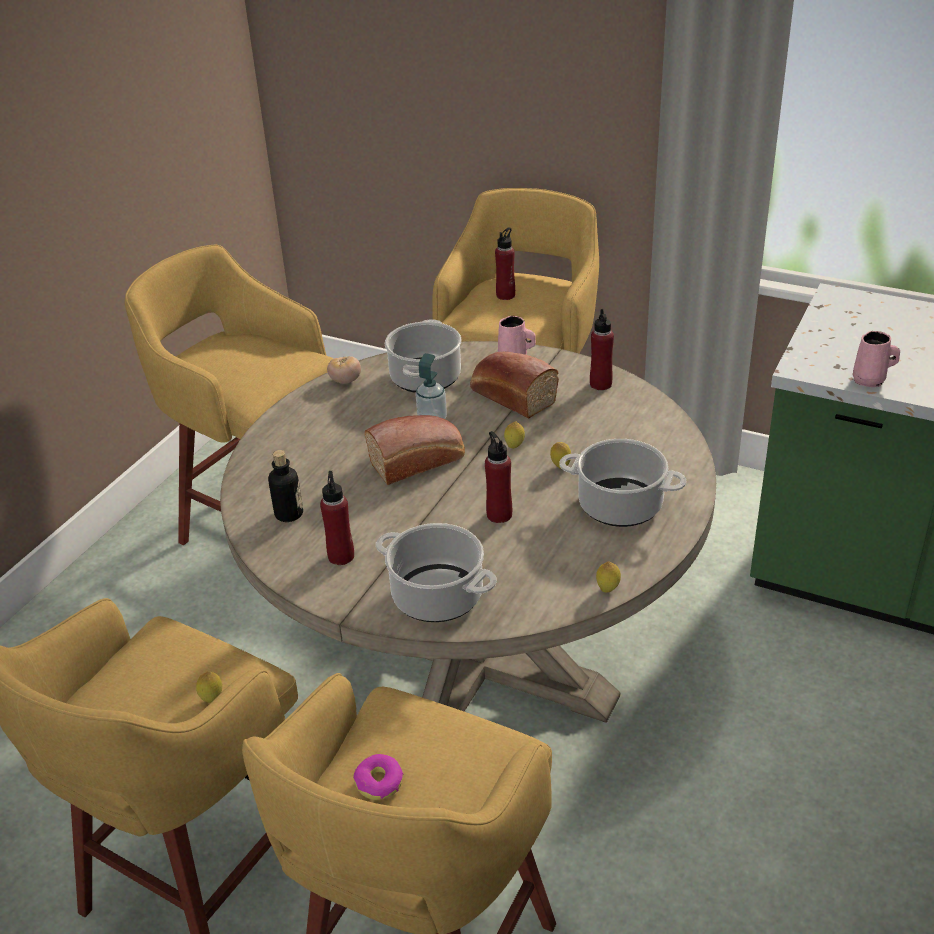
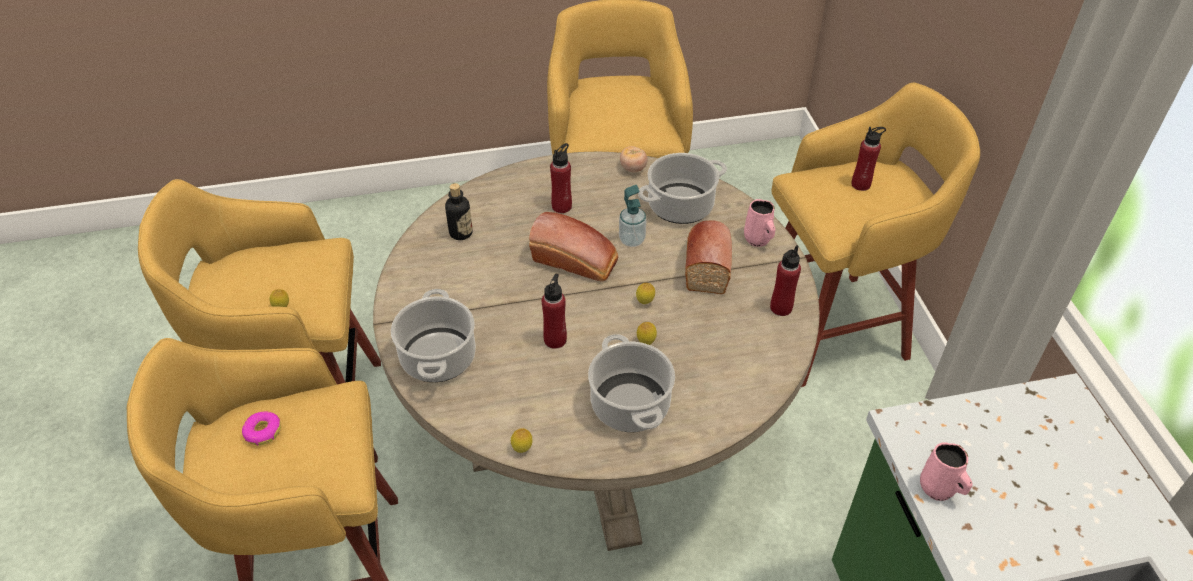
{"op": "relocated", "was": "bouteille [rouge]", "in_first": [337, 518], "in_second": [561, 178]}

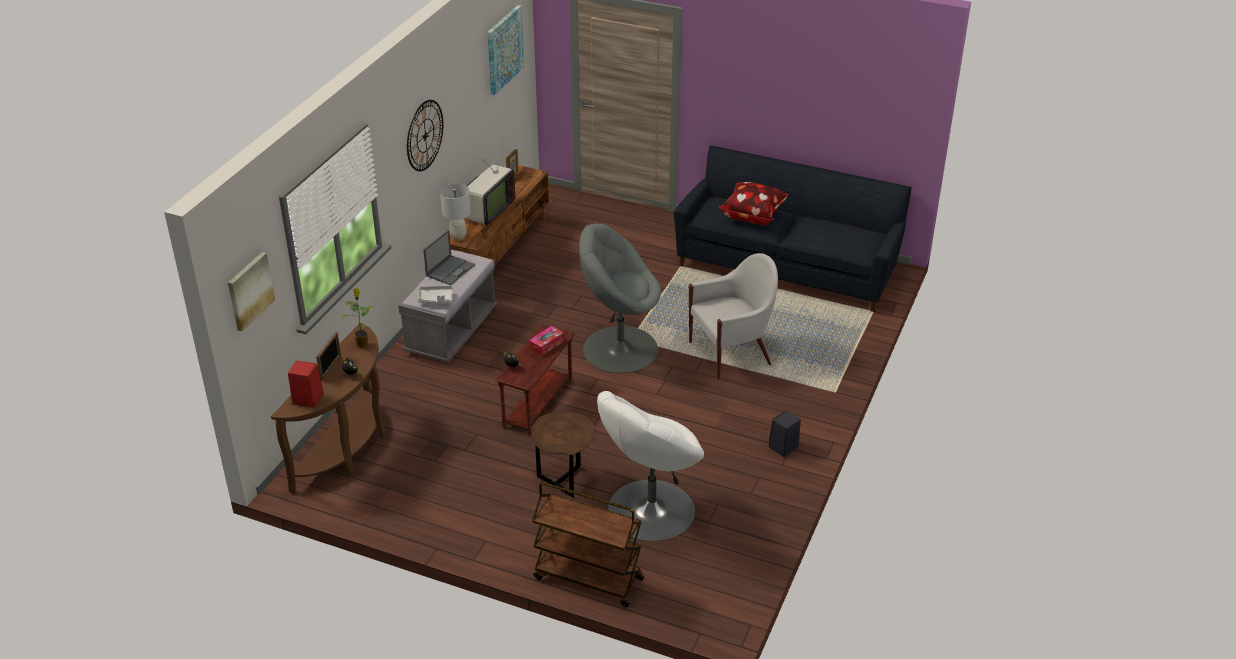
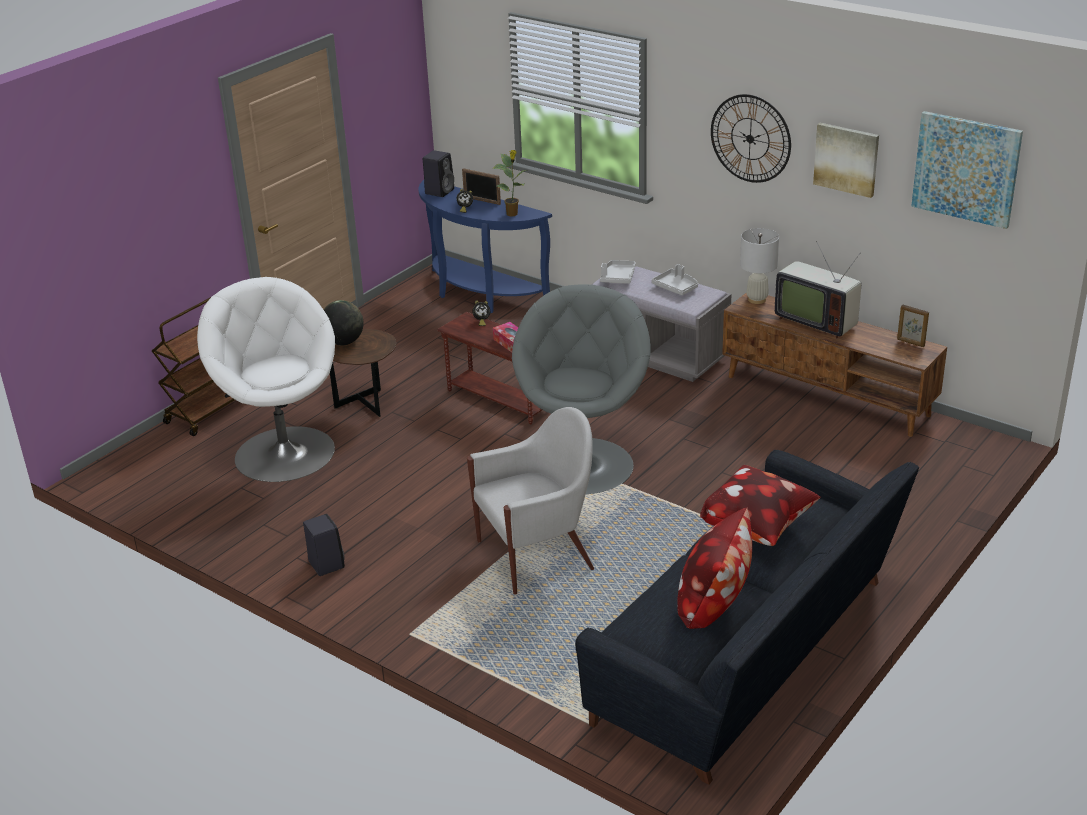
{"op": "exchanged", "was": "ordinateur portable", "now": "plateau [gris]", "in_first": [449, 257], "in_second": [675, 279]}
{"op": "relocated", "was": "tableau", "in_first": [251, 291], "in_second": [846, 160]}
{"op": "spun", "was": "fauteuil [blanc]", "in_first": [733, 316], "in_second": [530, 501], "clockwise": -105}
{"op": "colour", "was": "table console [marron]", "now": "table console [bleu]", "in_first": [328, 408], "in_second": [485, 246]}
{"op": "colour", "was": "enceinte [rouge]", "now": "enceinte [noir]", "in_first": [305, 384], "in_second": [438, 173]}
{"op": "appeared", "now": "globe", "in_second": [344, 322]}
{"op": "appeared", "now": "coussin", "in_second": [714, 568]}

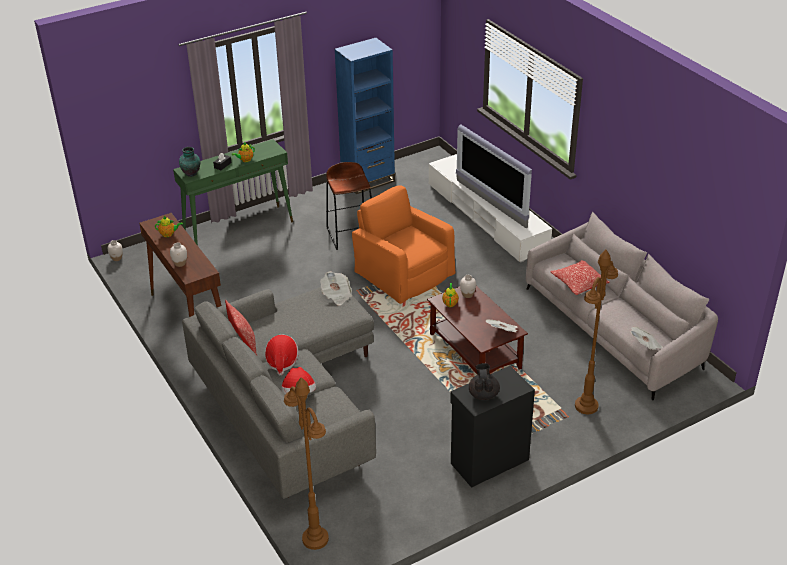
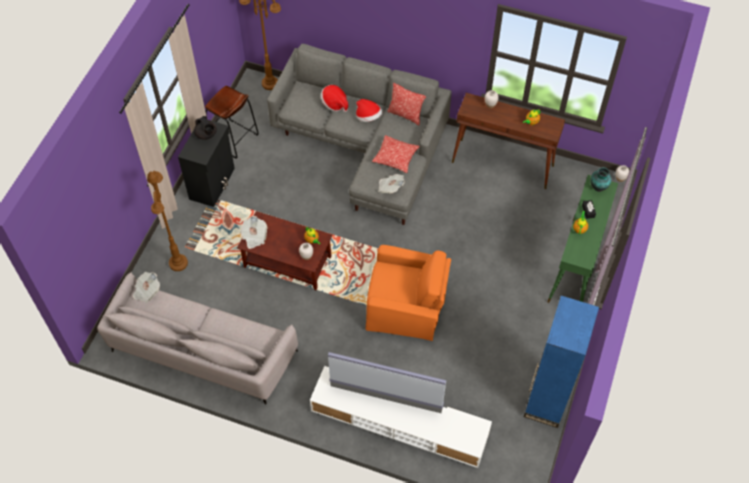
{"op": "relocated", "was": "tabouret [marron]", "in_first": [349, 206], "in_second": [232, 122]}
{"op": "relocated", "was": "coussin", "in_first": [580, 277], "in_second": [395, 154]}

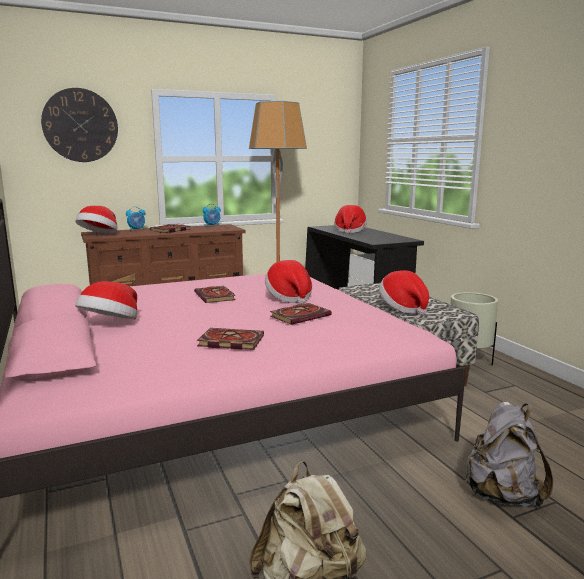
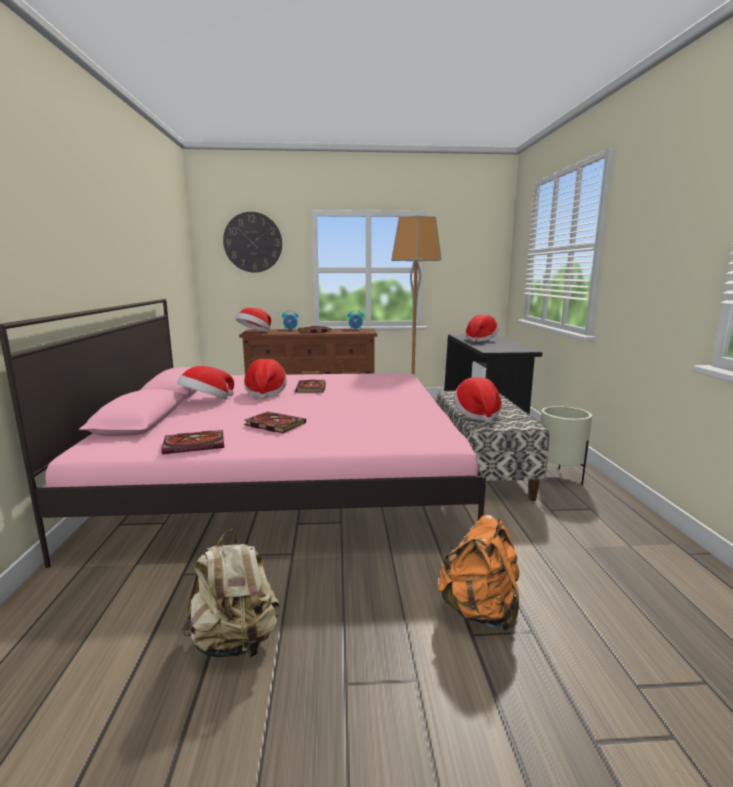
{"op": "relocated", "was": "chapeau", "in_first": [288, 282], "in_second": [265, 379]}
{"op": "relocated", "was": "livre", "in_first": [301, 314], "in_second": [192, 442]}
{"op": "colour", "was": "sac à dos [gris]", "now": "sac à dos [orange]", "in_first": [509, 454], "in_second": [478, 573]}

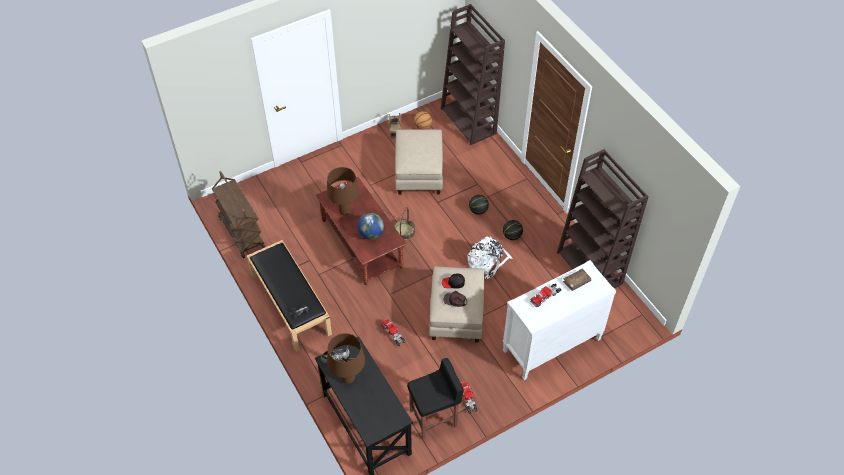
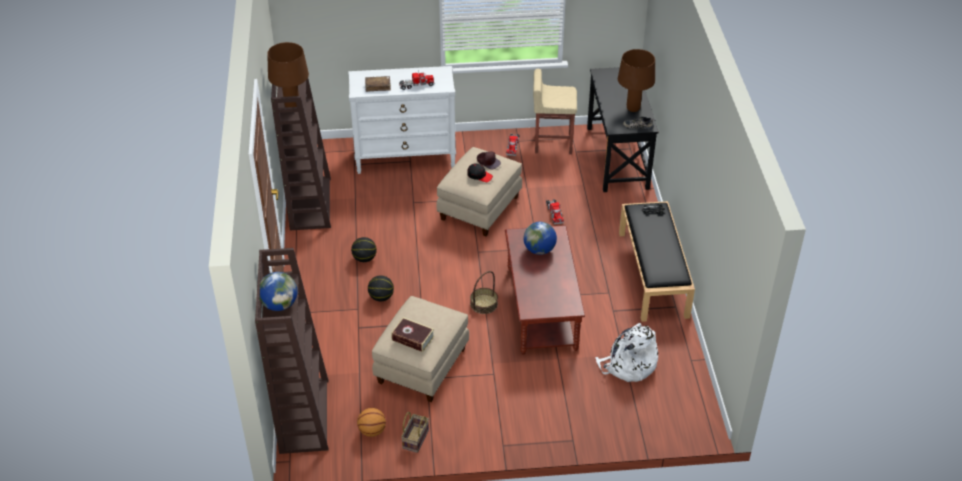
{"op": "relocated", "was": "lampe de table [marron]", "in_first": [343, 191], "in_second": [288, 74]}
{"op": "missing", "was": "chariot [marron]", "in_first": [238, 214]}
{"op": "relocated", "was": "sac à dos [blanc]", "in_first": [489, 257], "in_second": [626, 352]}
{"op": "colour", "was": "tabouret [noir]", "now": "tabouret [beige]", "in_first": [435, 398], "in_second": [555, 112]}
{"op": "appeared", "now": "globe", "in_second": [278, 291]}
{"op": "appeared", "now": "livre", "in_second": [413, 334]}

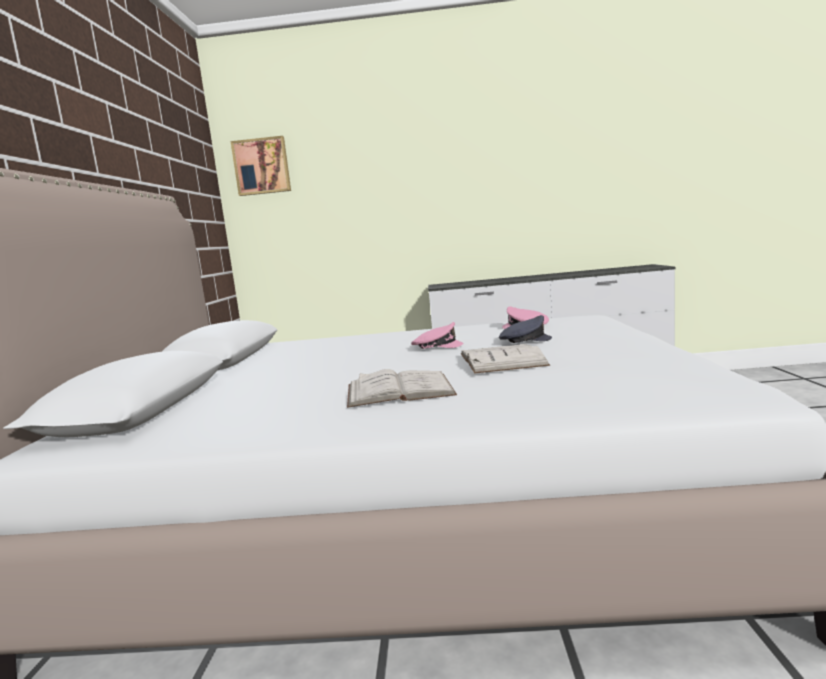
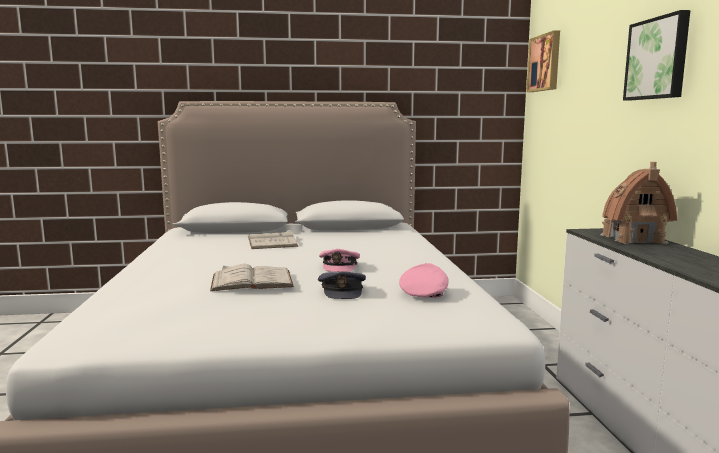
{"op": "relocated", "was": "livre [blanc]", "in_first": [402, 388], "in_second": [273, 239]}
{"op": "appeared", "now": "tableau", "in_second": [656, 55]}
{"op": "appeared", "now": "maison miniature", "in_second": [639, 203]}

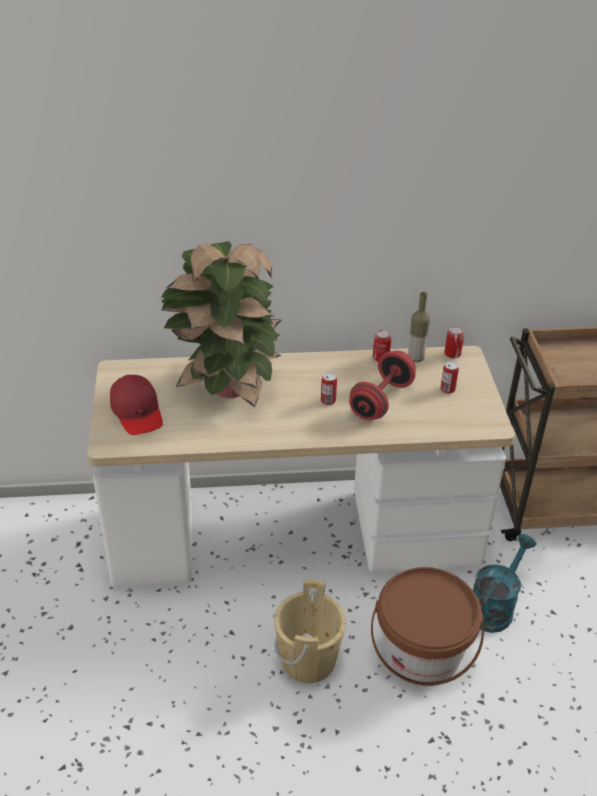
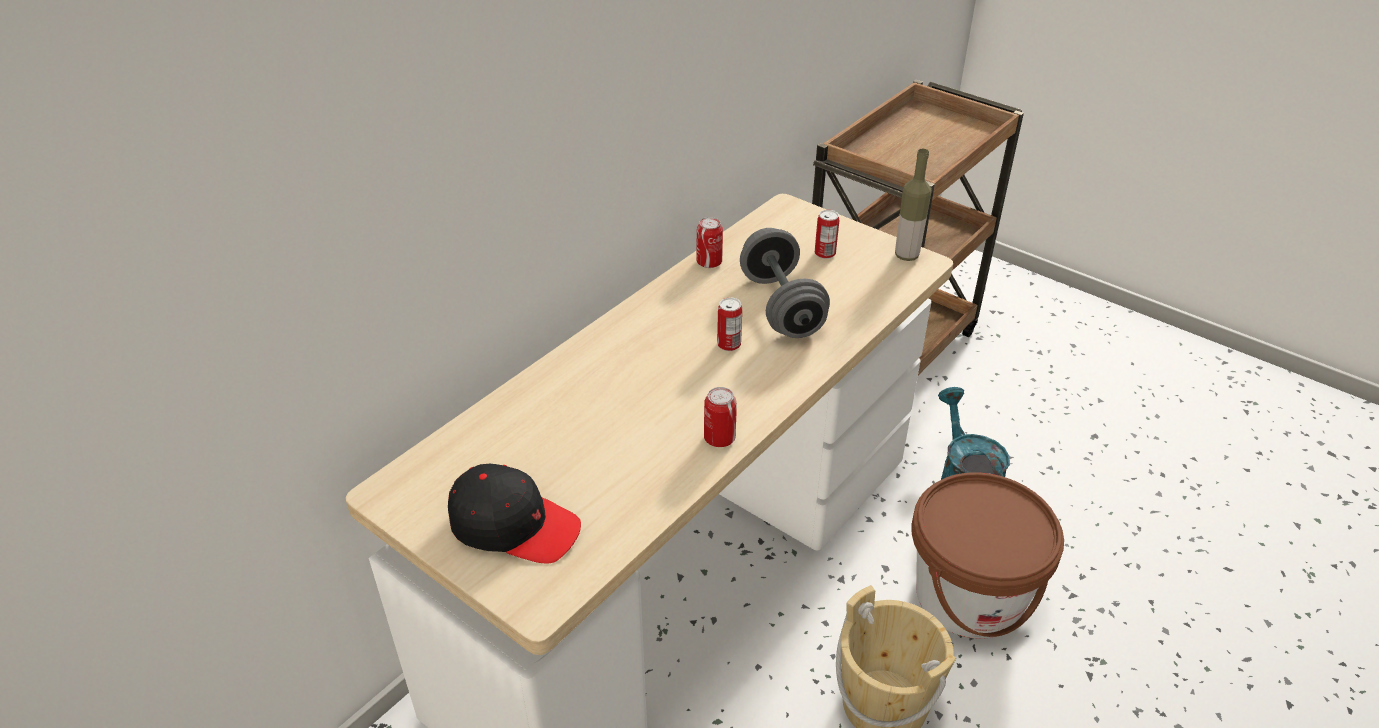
{"op": "missing", "was": "plante en pot", "in_first": [221, 324]}
{"op": "relocated", "was": "bouteille", "in_first": [419, 327], "in_second": [913, 205]}
{"op": "relocated", "was": "boîte métallique", "in_first": [454, 342], "in_second": [720, 417]}
{"op": "colour", "was": "haltère [rouge]", "now": "haltère [gris]", "in_first": [382, 385], "in_second": [785, 283]}
{"op": "colour", "was": "casquette [rouge]", "now": "casquette [noir]", "in_first": [136, 405], "in_second": [514, 514]}

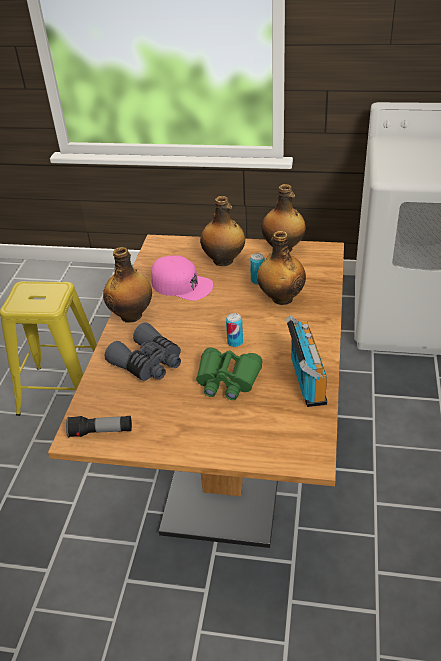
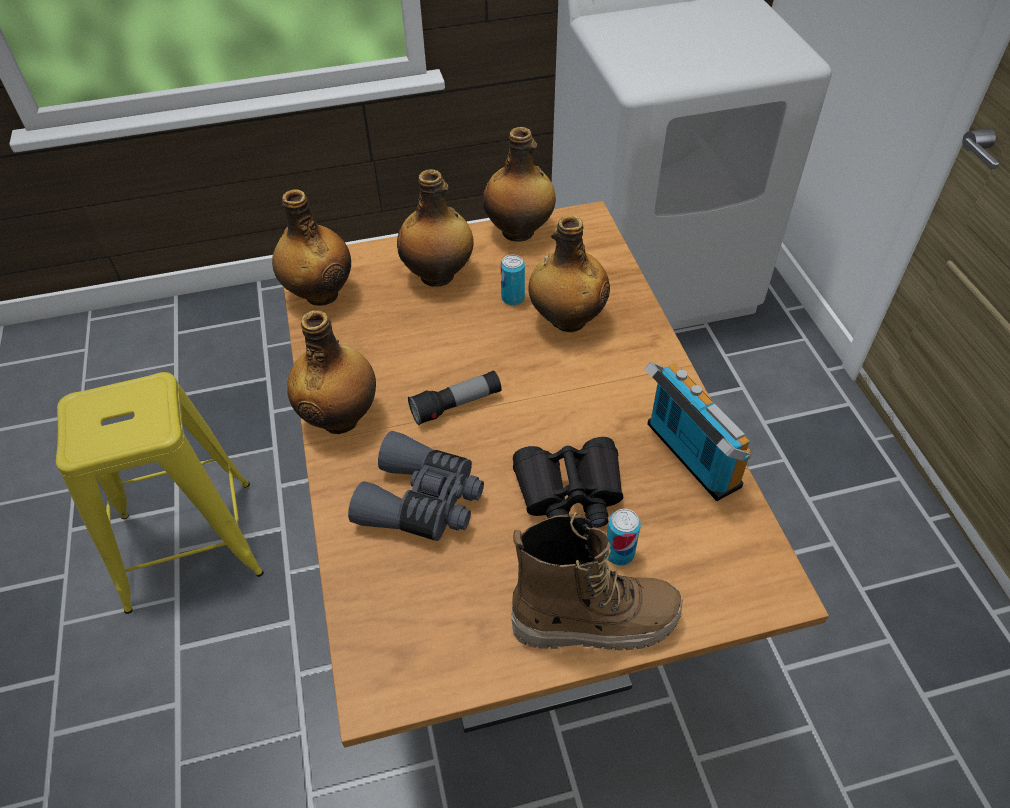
{"op": "missing", "was": "casquette [rose]", "in_first": [182, 278]}
{"op": "relocated", "was": "boîte métallique", "in_first": [234, 330], "in_second": [623, 537]}
{"op": "colour", "was": "jumelles [vert]", "now": "jumelles [noir]", "in_first": [229, 374], "in_second": [568, 482]}
{"op": "relocated", "was": "lampe de poche", "in_first": [99, 427], "in_second": [455, 397]}
{"op": "appeared", "now": "bouteille", "in_second": [311, 247]}
{"op": "appeared", "now": "botte", "in_second": [597, 581]}

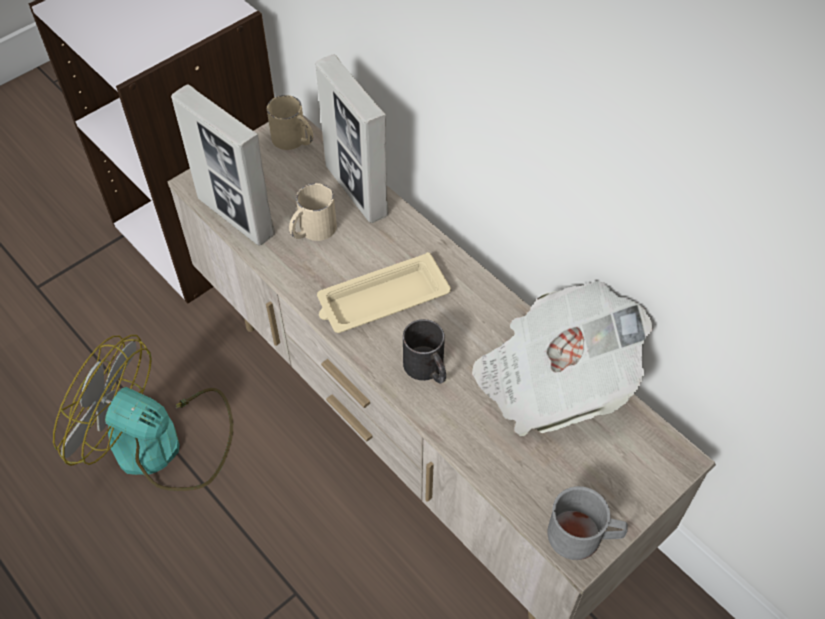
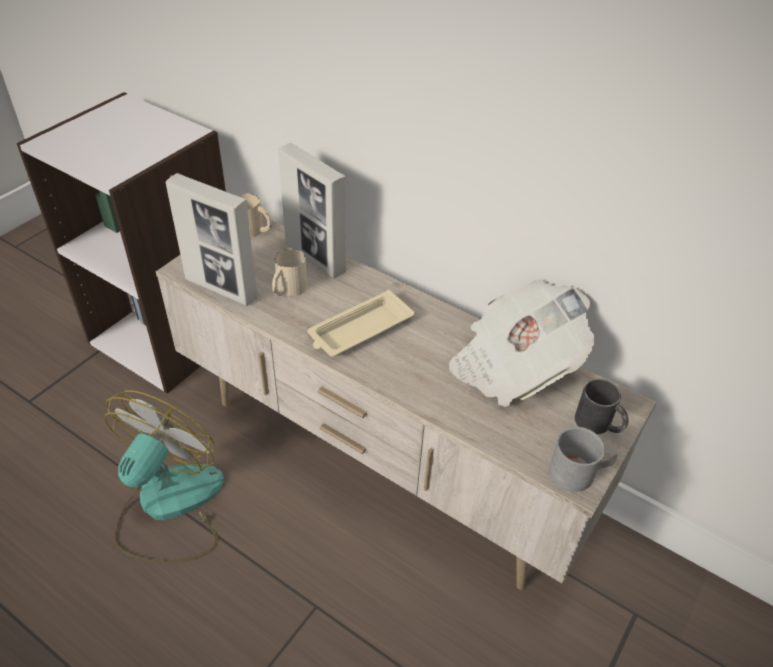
{"op": "relocated", "was": "mug [noir]", "in_first": [424, 351], "in_second": [601, 406]}
{"op": "spun", "was": "ventilateur", "in_first": [143, 413], "in_second": [164, 476], "clockwise": 105}

